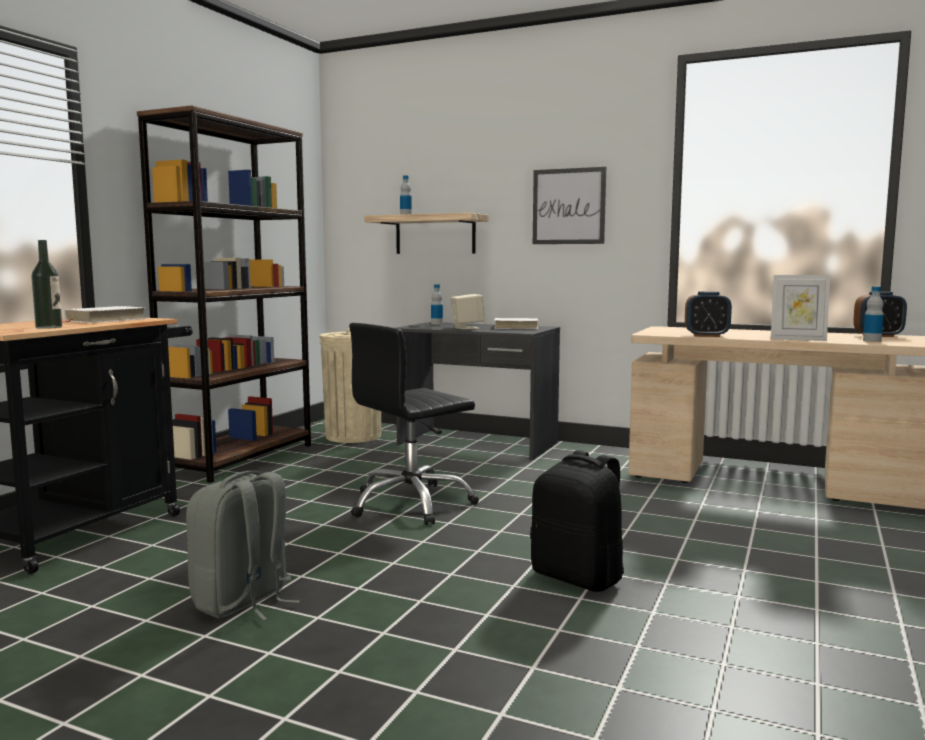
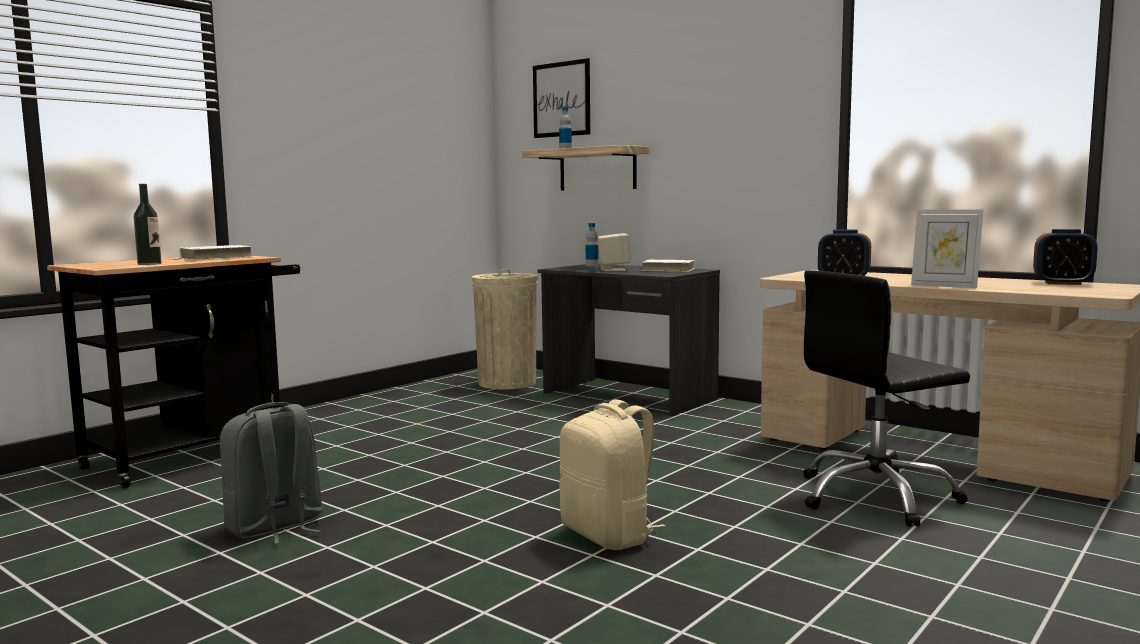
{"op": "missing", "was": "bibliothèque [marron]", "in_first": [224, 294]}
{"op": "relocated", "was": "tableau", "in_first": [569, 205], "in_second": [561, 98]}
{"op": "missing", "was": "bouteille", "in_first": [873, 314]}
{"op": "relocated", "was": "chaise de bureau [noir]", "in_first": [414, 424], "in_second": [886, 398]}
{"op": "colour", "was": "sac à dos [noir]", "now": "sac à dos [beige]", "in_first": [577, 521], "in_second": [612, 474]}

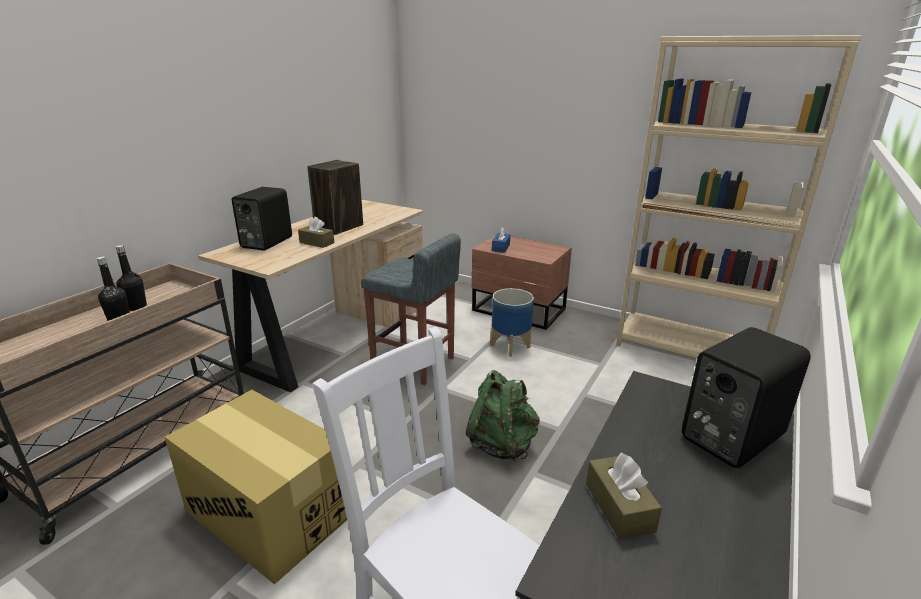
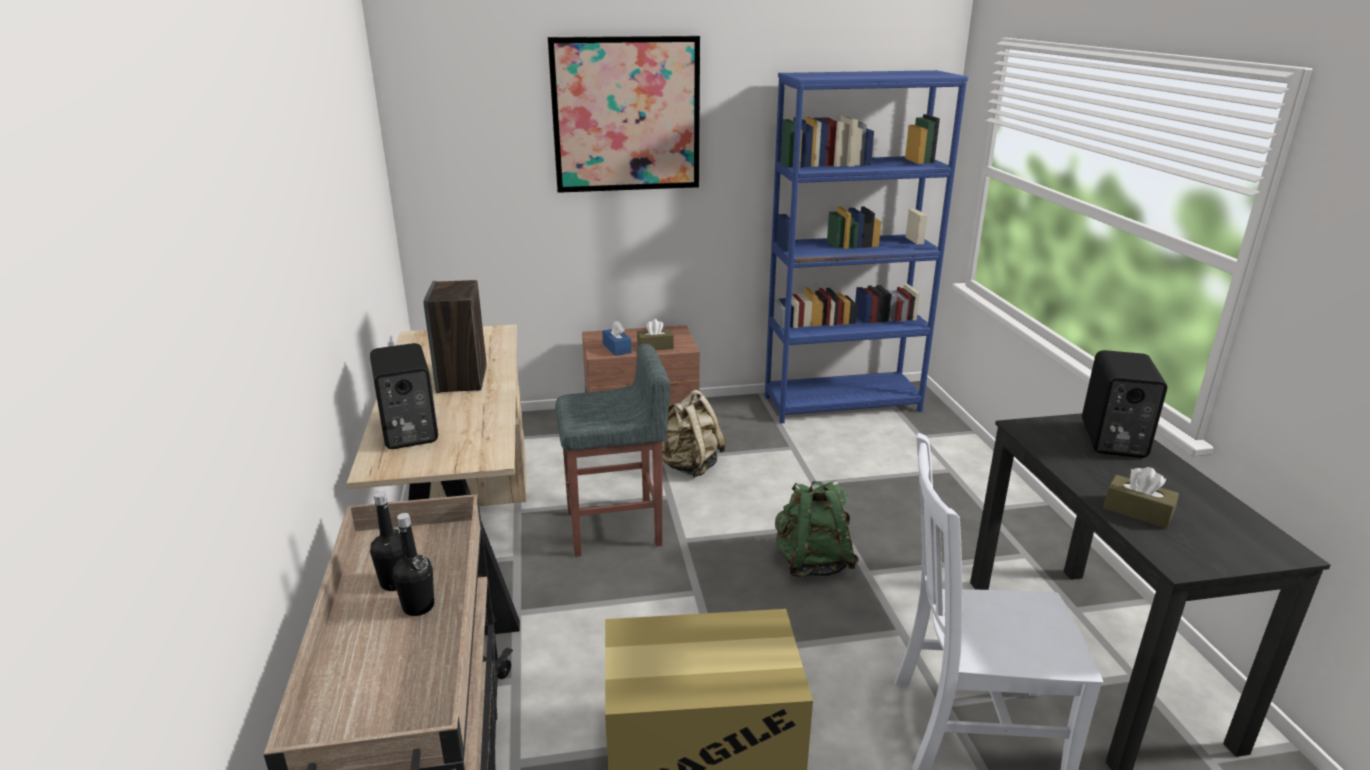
{"op": "colour", "was": "bibliothèque [beige]", "now": "bibliothèque [bleu]", "in_first": [739, 196], "in_second": [866, 246]}
{"op": "relocated", "was": "boîte à mouchoirs [marron]", "in_first": [316, 232], "in_second": [655, 334]}
{"op": "exchanged", "was": "cache-pot", "now": "sac à dos [beige]", "in_first": [512, 322], "in_second": [694, 434]}
{"op": "appeared", "now": "tableau", "in_second": [624, 114]}

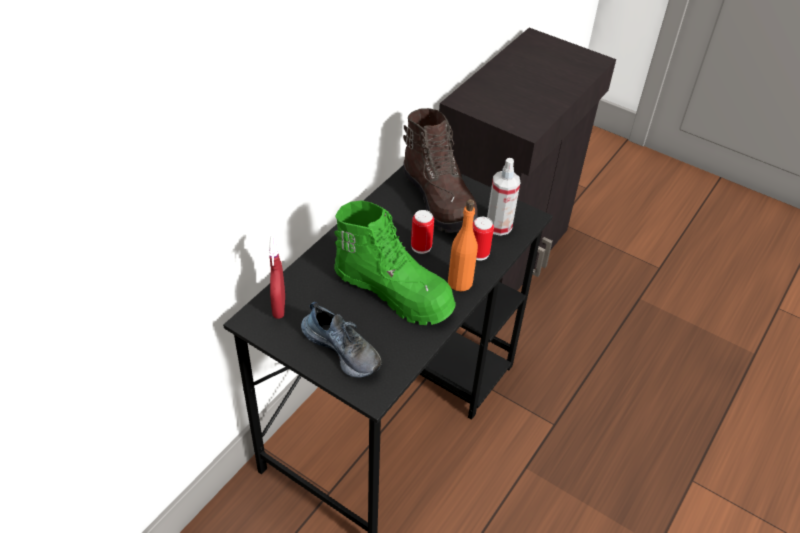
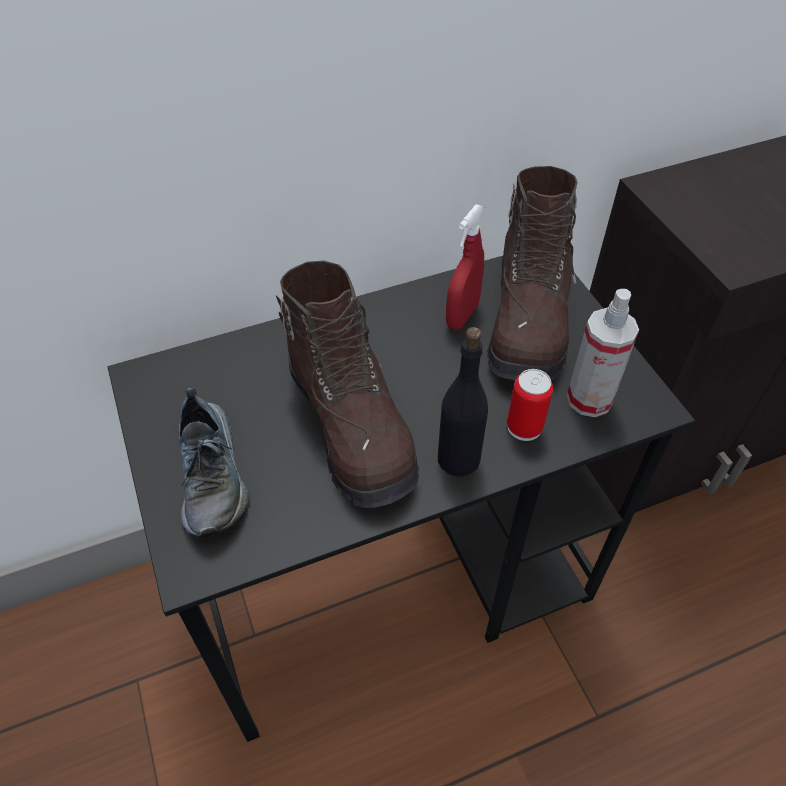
{"op": "colour", "was": "bouteille [orange]", "now": "bouteille [noir]", "in_first": [463, 245], "in_second": [463, 401]}
{"op": "colour", "was": "botte [vert]", "now": "botte [marron]", "in_first": [395, 262], "in_second": [347, 384]}
{"op": "missing", "was": "boîte métallique", "in_first": [422, 232]}
{"op": "relocated", "was": "vaporisateur [rouge]", "in_first": [277, 277], "in_second": [465, 267]}

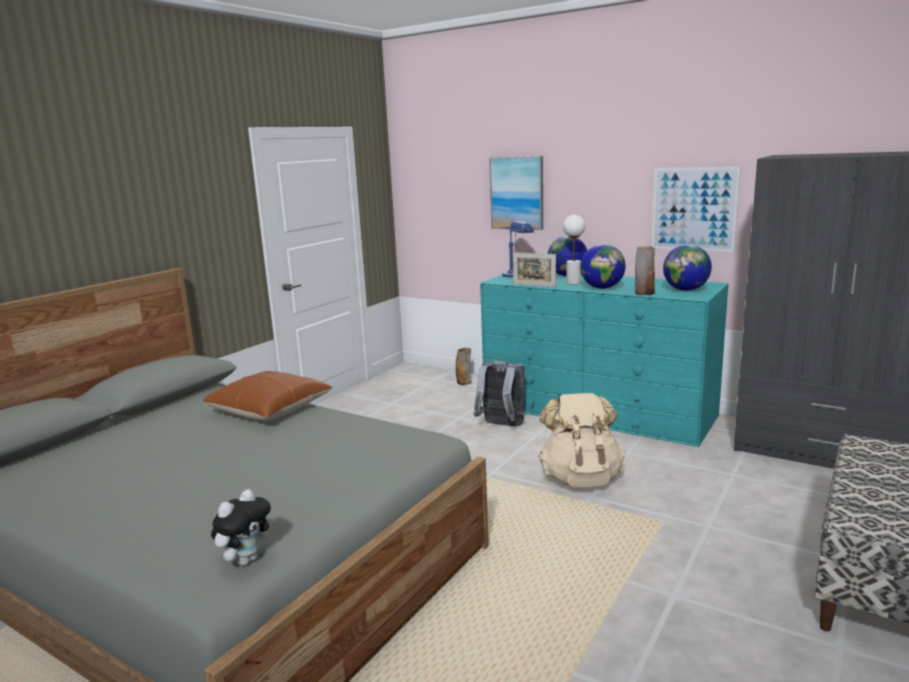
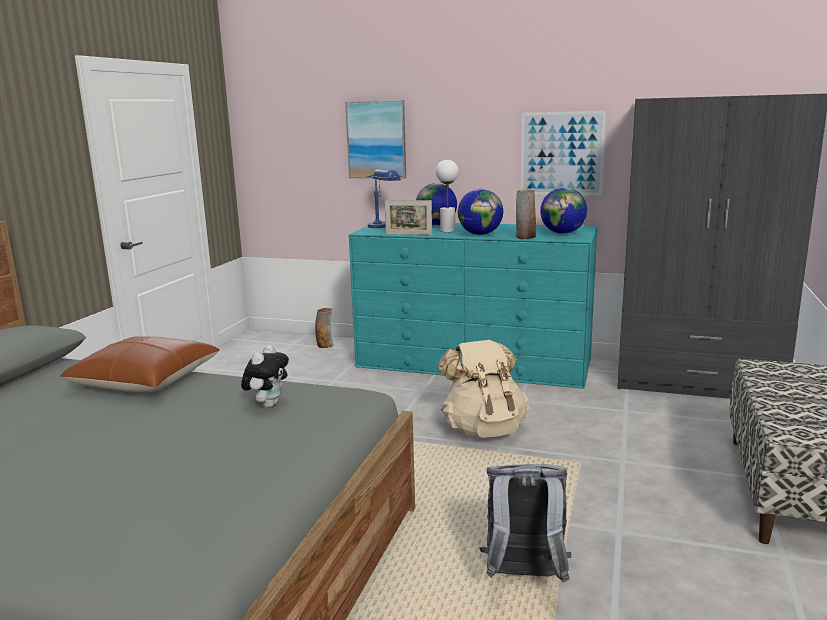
{"op": "relocated", "was": "sac à dos [gris]", "in_first": [499, 393], "in_second": [525, 523]}
{"op": "relocated", "was": "peluche", "in_first": [241, 527], "in_second": [265, 376]}

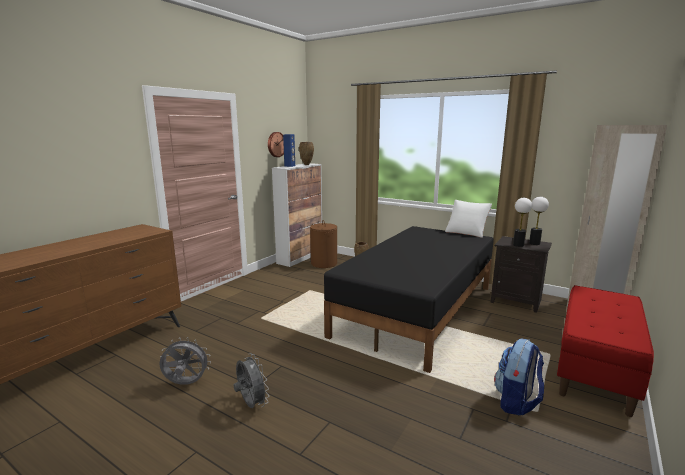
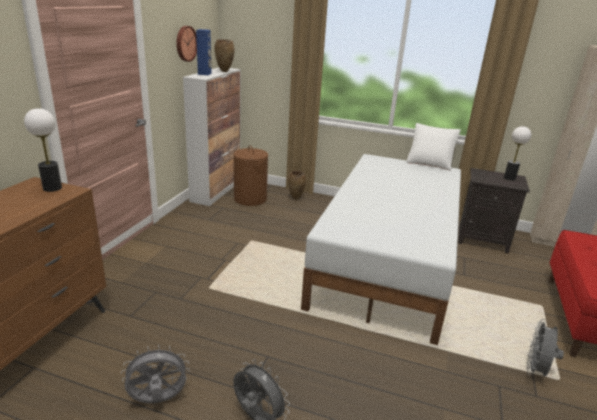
{"op": "relocated", "was": "lampe de table", "in_first": [522, 222], "in_second": [43, 150]}
{"op": "colour", "was": "lit [noir]", "now": "lit [blanc]", "in_first": [409, 299], "in_second": [381, 249]}
{"op": "exchanged", "was": "sac à dos", "now": "ventilateur [gris]", "in_first": [519, 377], "in_second": [545, 347]}

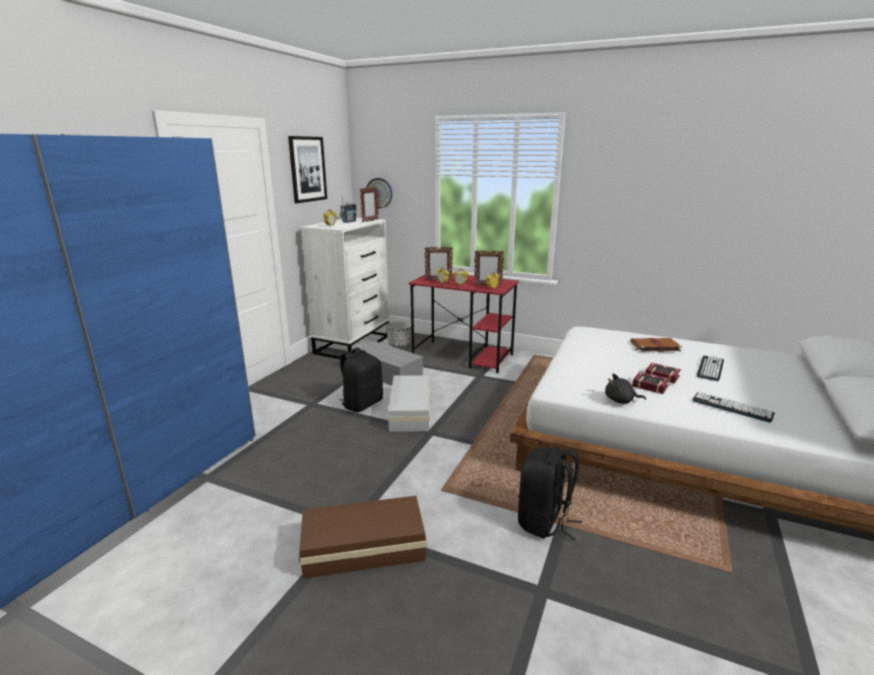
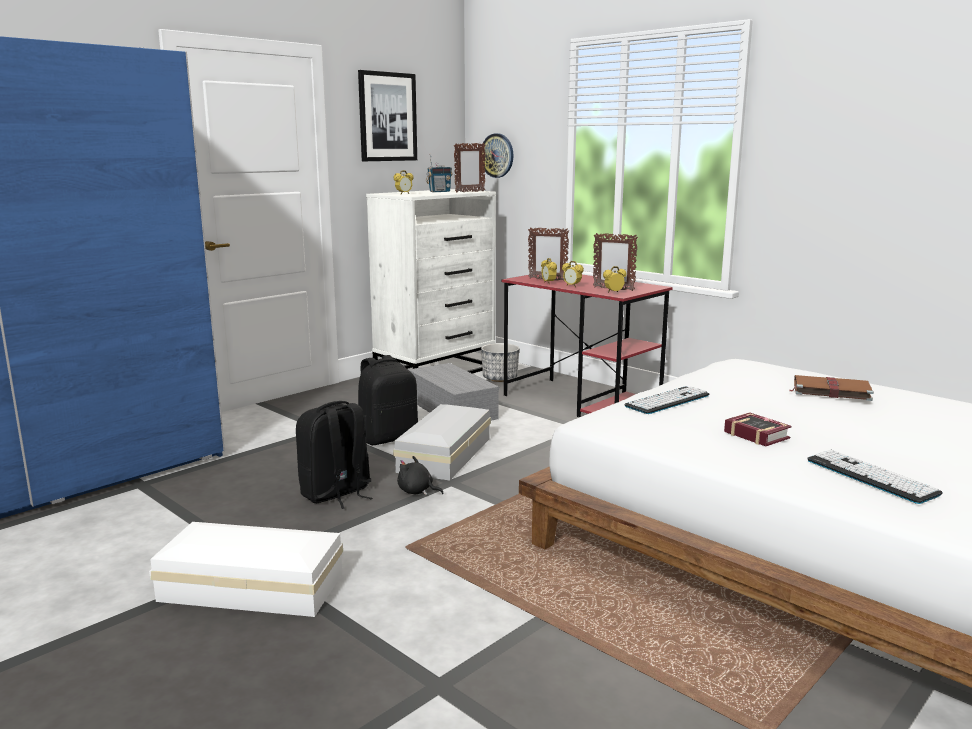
{"op": "relocated", "was": "clavier", "in_first": [710, 368], "in_second": [667, 400]}
{"op": "missing", "was": "livre", "in_first": [663, 373]}
{"op": "relocated", "was": "peluche [noir]", "in_first": [625, 388], "in_second": [420, 475]}
{"op": "relocated", "was": "sac à dos [noir]", "in_first": [550, 493], "in_second": [334, 455]}
{"op": "colour", "was": "boîte de rangement [marron]", "now": "boîte de rangement [blanc]", "in_first": [363, 537], "in_second": [246, 569]}

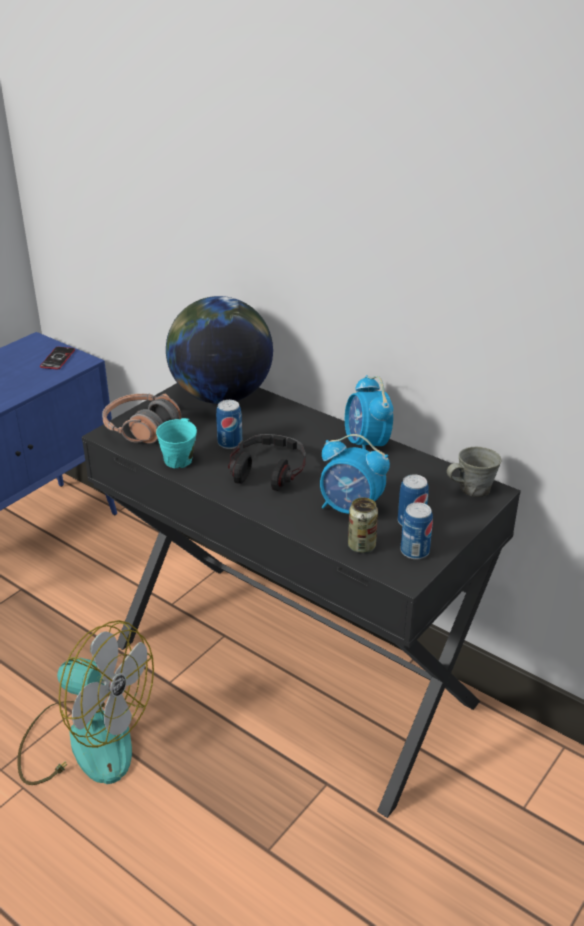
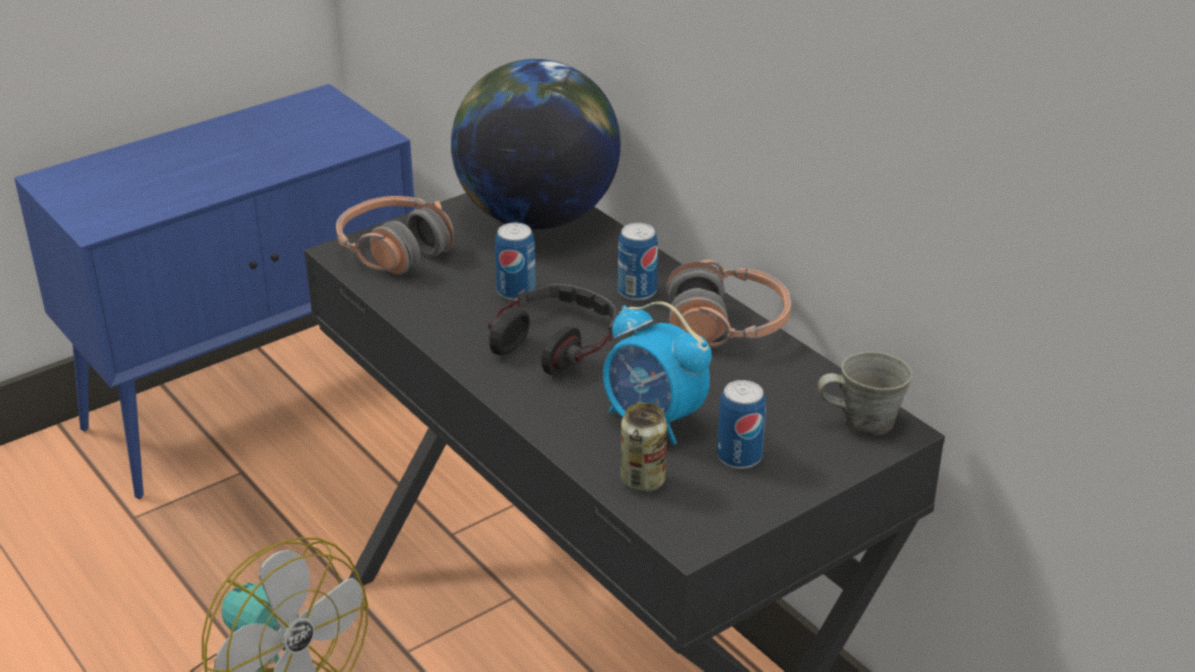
{"op": "missing", "was": "téléphone", "in_first": [57, 358]}
{"op": "exchanged", "was": "réveil", "now": "casque audio", "in_first": [369, 412], "in_second": [728, 303]}
{"op": "missing", "was": "mug [turquoise]", "in_first": [176, 443]}
{"op": "relocated", "was": "boîte métallique", "in_first": [417, 530], "in_second": [638, 262]}

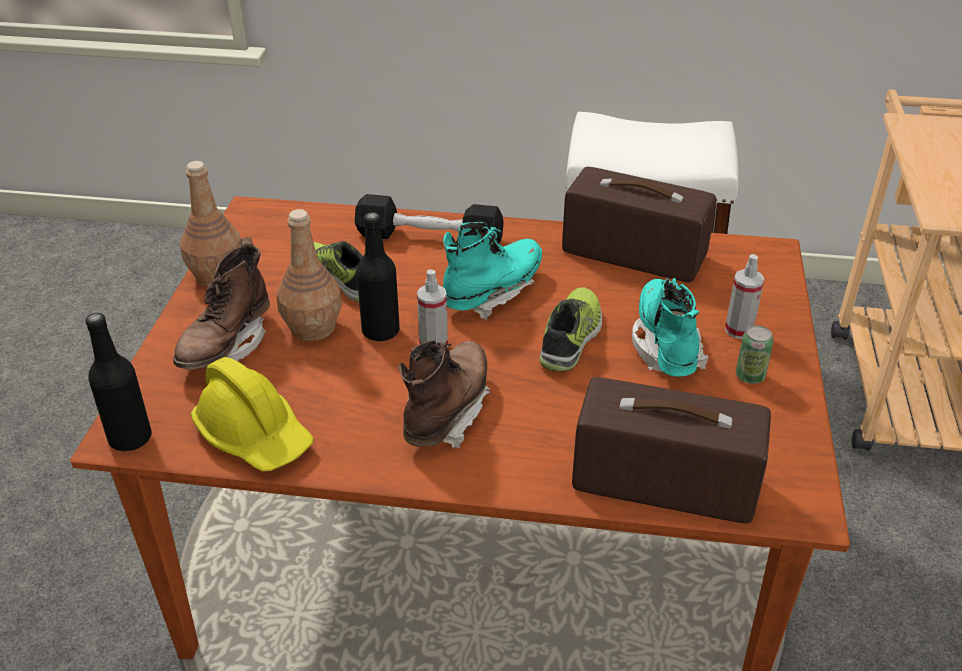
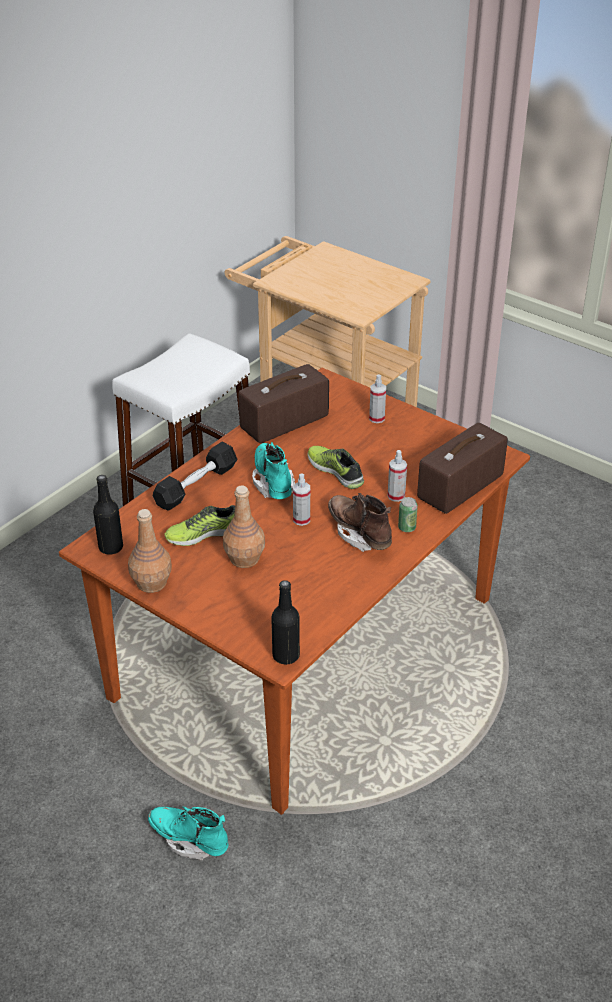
{"op": "relocated", "was": "bouteille [noir]", "in_first": [378, 276], "in_second": [108, 515]}
{"op": "missing", "was": "botte [marron]", "in_first": [221, 303]}
{"op": "relocated", "was": "botte [turquoise]", "in_first": [670, 327], "in_second": [188, 834]}
{"op": "relocated", "was": "boîte métallique", "in_first": [755, 354], "in_second": [408, 514]}
{"op": "missing", "was": "casque de chantier [jaune]", "in_first": [252, 414]}
{"op": "appeared", "now": "vaporisateur", "in_second": [397, 476]}

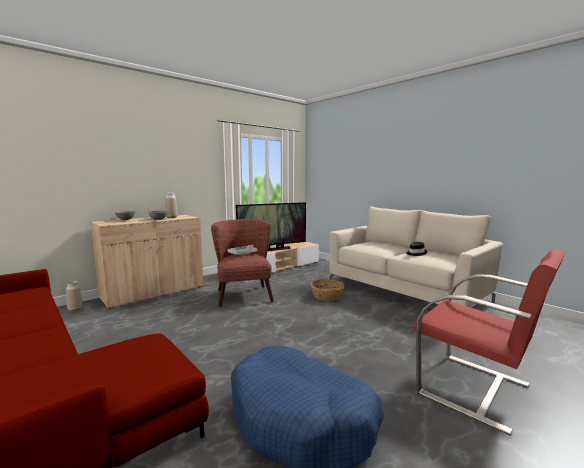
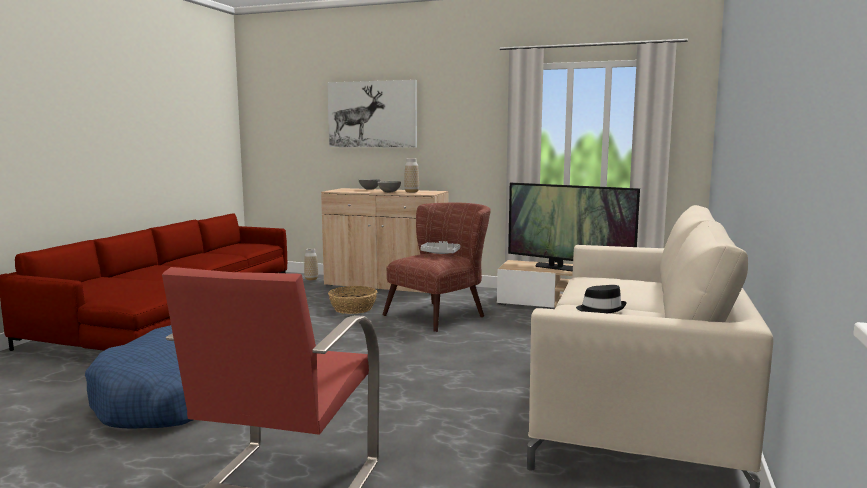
{"op": "relocated", "was": "panier", "in_first": [328, 290], "in_second": [352, 300]}
{"op": "appeared", "now": "tableau", "in_second": [372, 114]}

